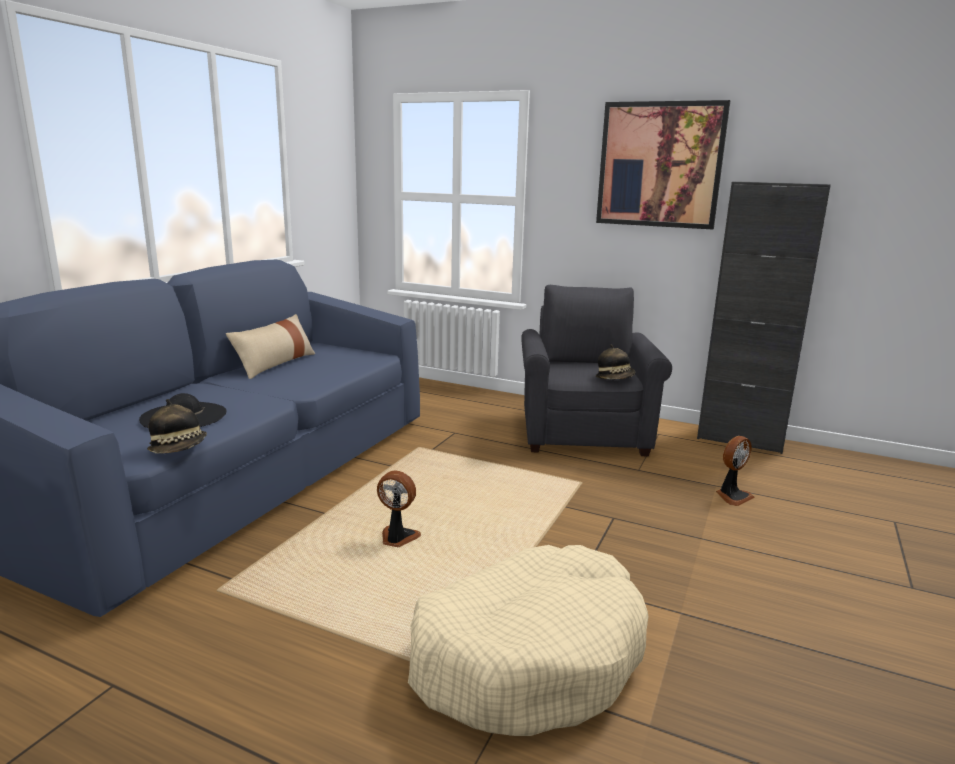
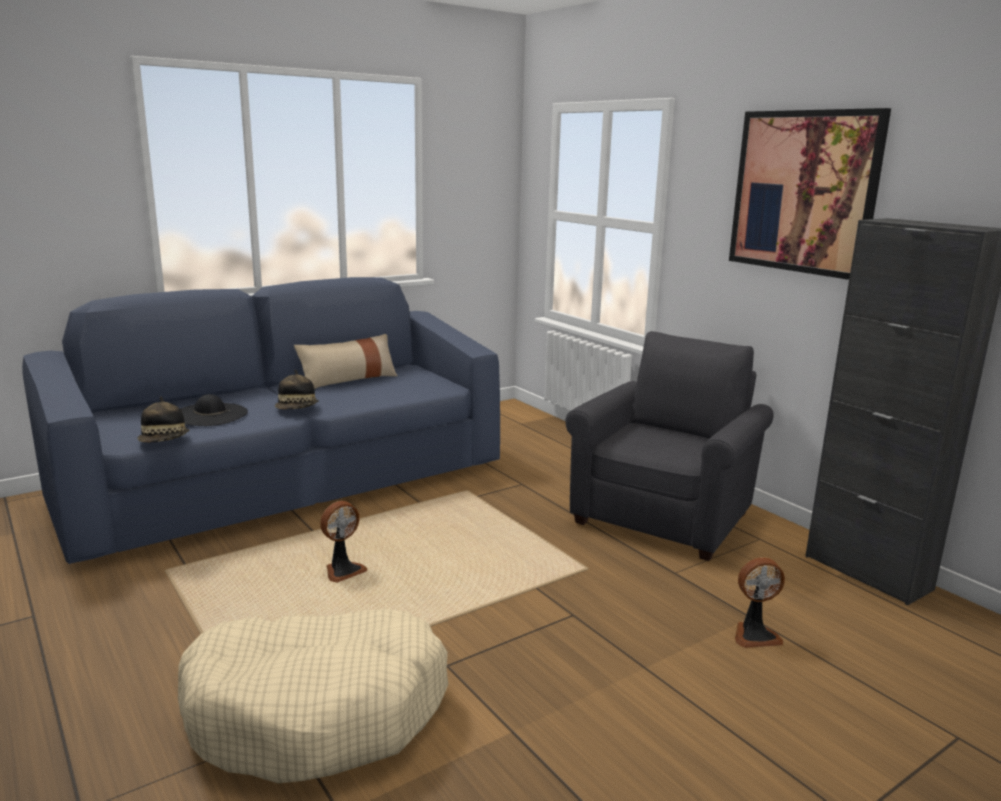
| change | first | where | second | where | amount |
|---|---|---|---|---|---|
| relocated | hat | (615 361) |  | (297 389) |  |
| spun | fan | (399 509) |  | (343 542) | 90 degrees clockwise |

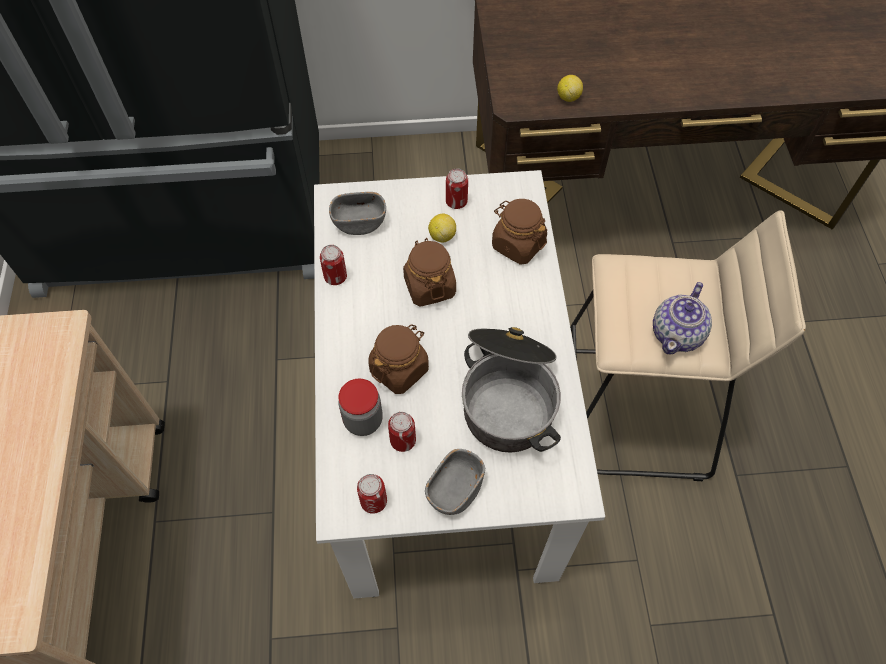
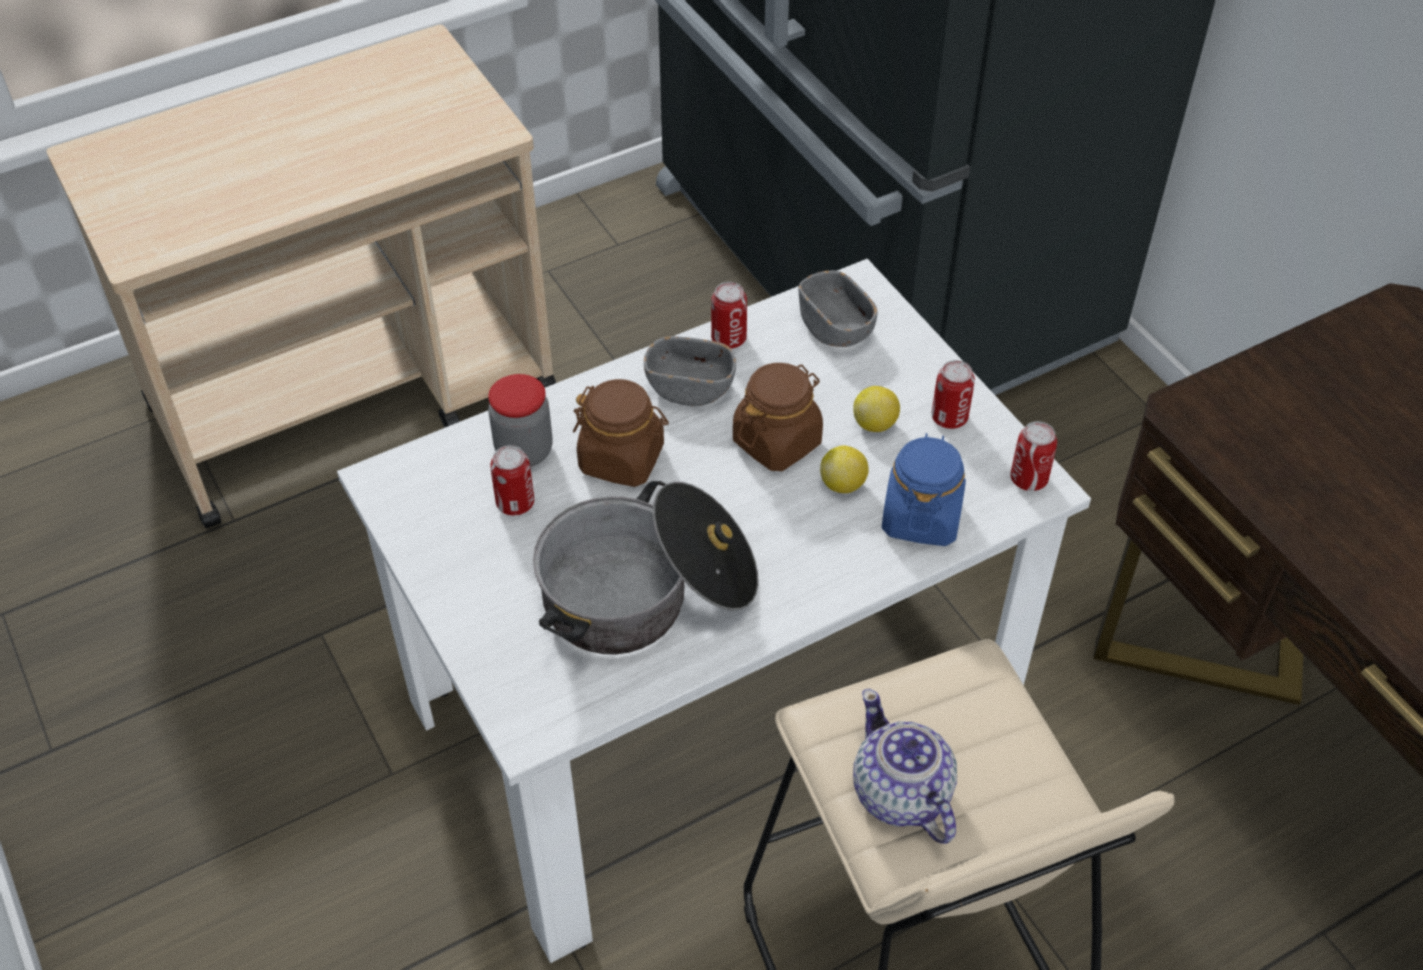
| change | first | where | second | where | amount |
|---|---|---|---|---|---|
| relocated | grey bowl | (455 482) |  | (690 371) |  |
| relocated | lemon | (570 88) |  | (844 469) |  |
| spun | teapot | (682 318) |  | (905 766) | 60 degrees clockwise |
| colour | brown jar | (519 232) | blue jar | (924 489) |  |
| relocated | can | (372 494) |  | (1033 456) |  |

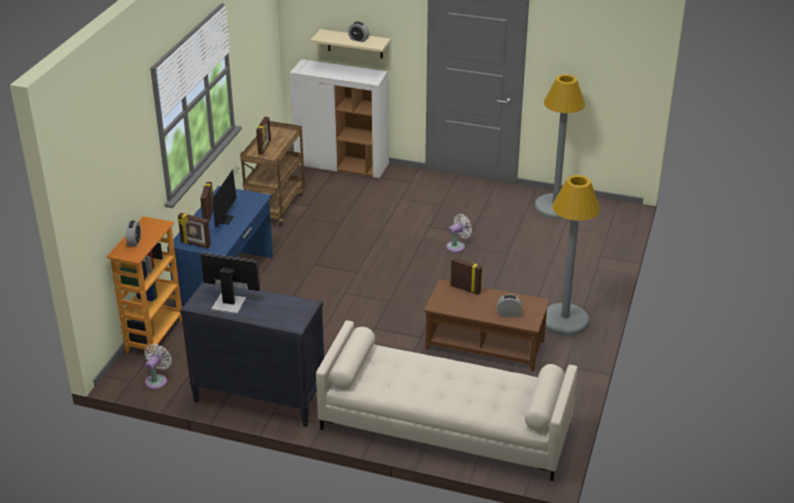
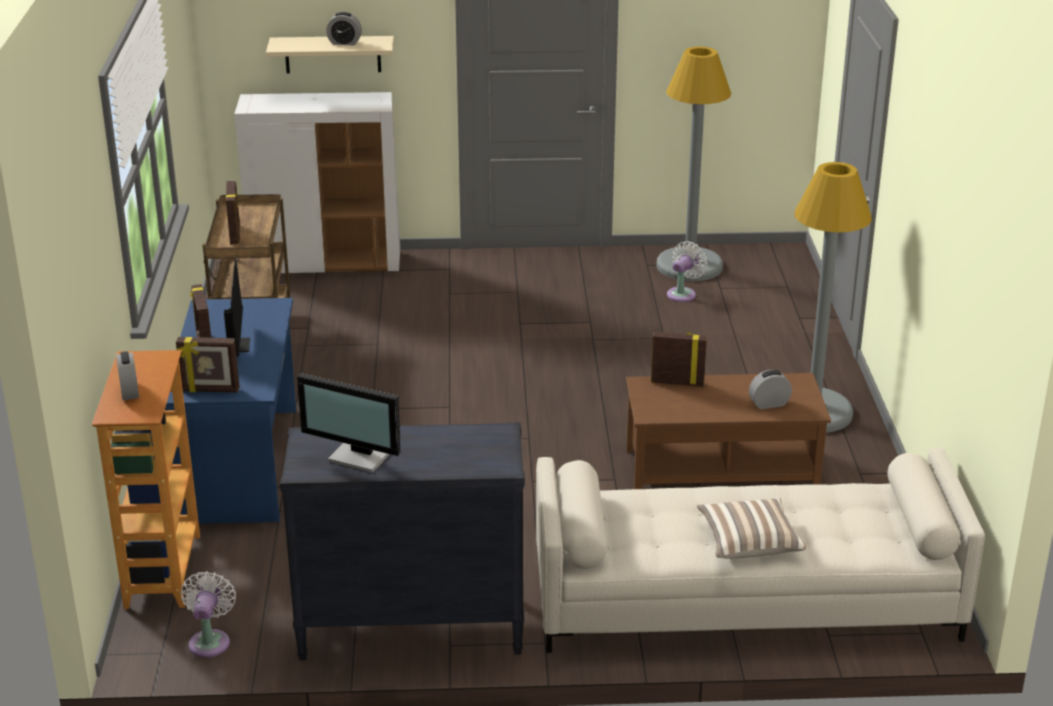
| change | first | where | second | where | amount |
|---|---|---|---|---|---|
| spun | monitor | (230 283) |  | (349 423) | 150 degrees counterclockwise |
| relocated | white fan | (459 233) |  | (687 271) |  |
| appeared |  |  | pillow | (751 528) |  |

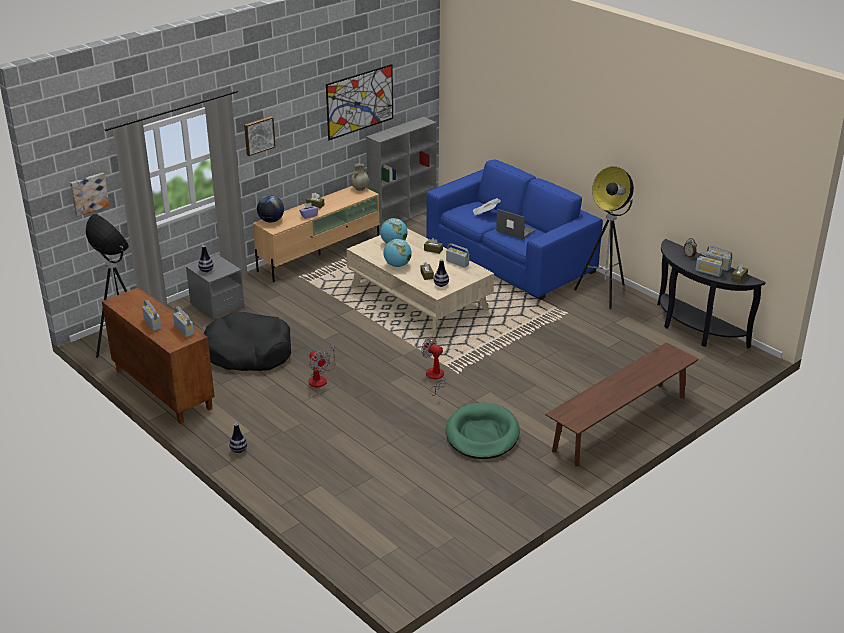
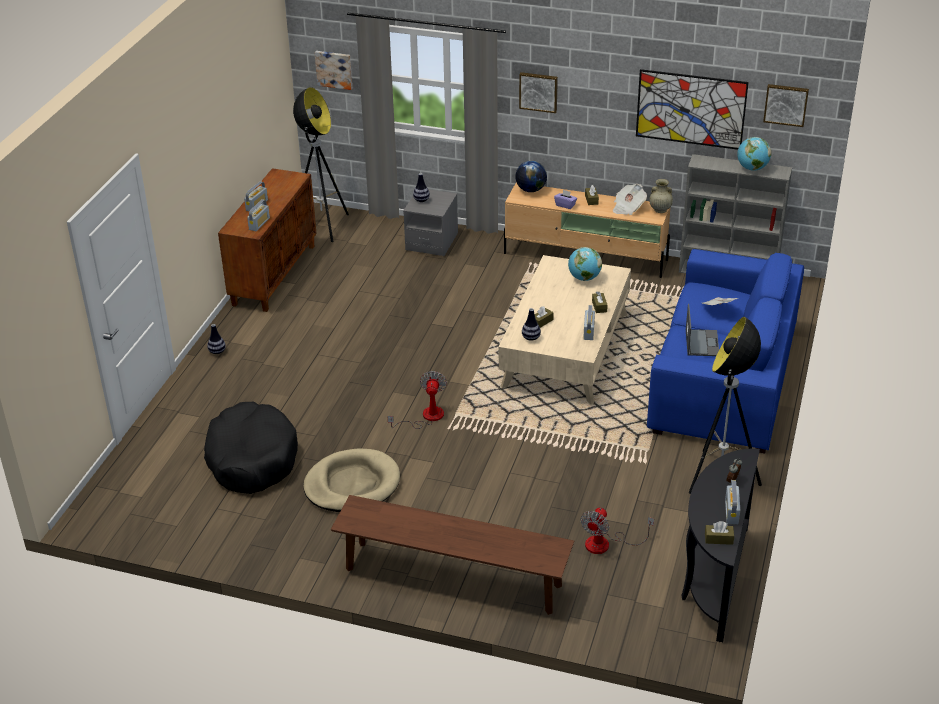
| change | first | where | second | where | amount |
|---|---|---|---|---|---|
| relocated | black dog bed | (247 341) |  | (251 448) |  |
| colour | green dog bed | (483 430) | beige dog bed | (352 480) |  |
| relocated | fan | (322 365) |  | (617 530) |  |
| appeared |  |  | newspaper | (630 199) |  |
| relocated | globe | (397 253) |  | (754 154) |  |
| appeared |  |  | picture | (786 105) |  |
| missing | radio | (710 264) |  |  |  |

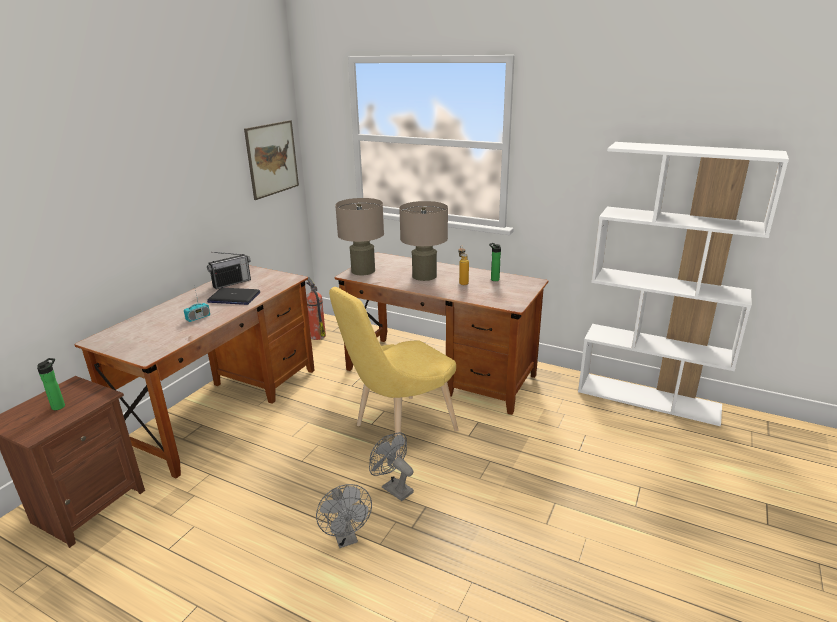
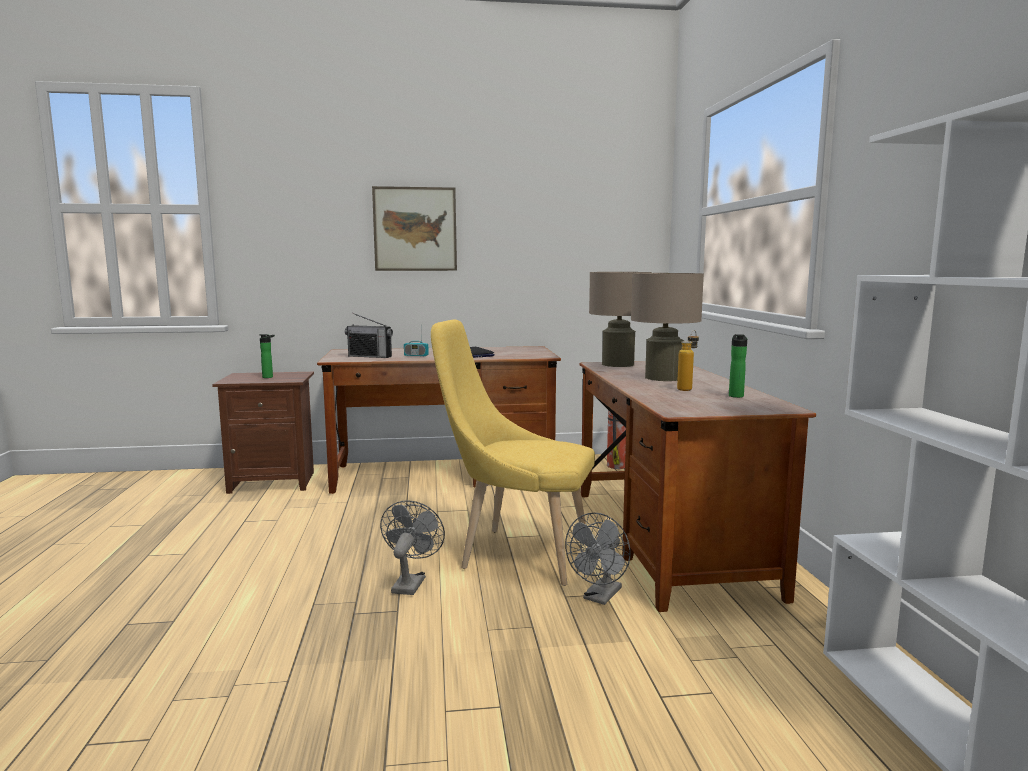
| change | first | where | second | where | amount |
|---|---|---|---|---|---|
| relocated | radio | (229 270) |  | (369 335) |  |
| relocated | picture | (271 160) |  | (414 228) |  |
| relocated | grey fan | (344 516) |  | (598 559) |  |

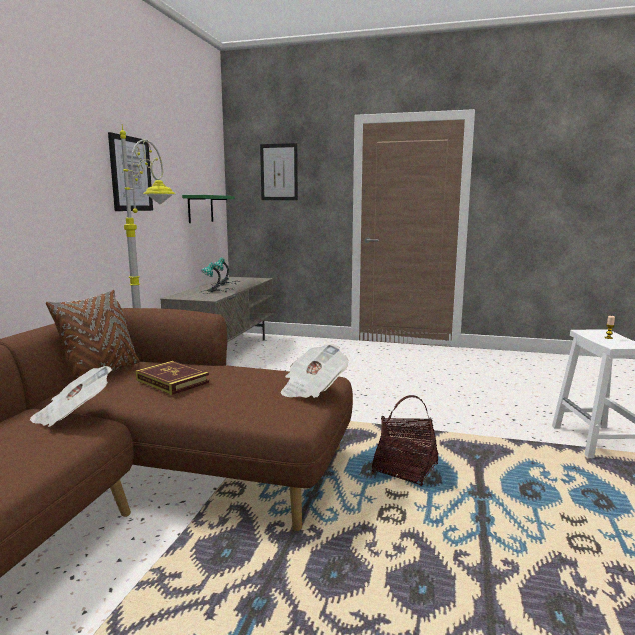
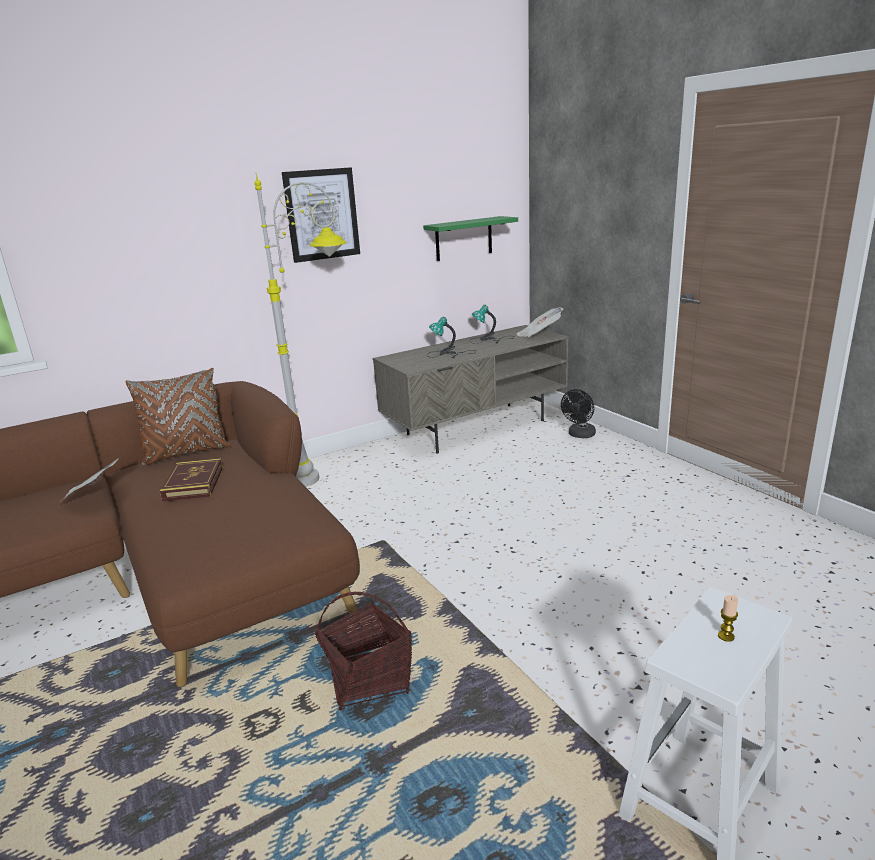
| change | first | where | second | where | amount |
|---|---|---|---|---|---|
| relocated | newspaper | (314 371) |  | (540 322) |  |
| appeared |  |  | black fan | (578 413) |  |
| missing | picture | (279 171) |  |  |  |

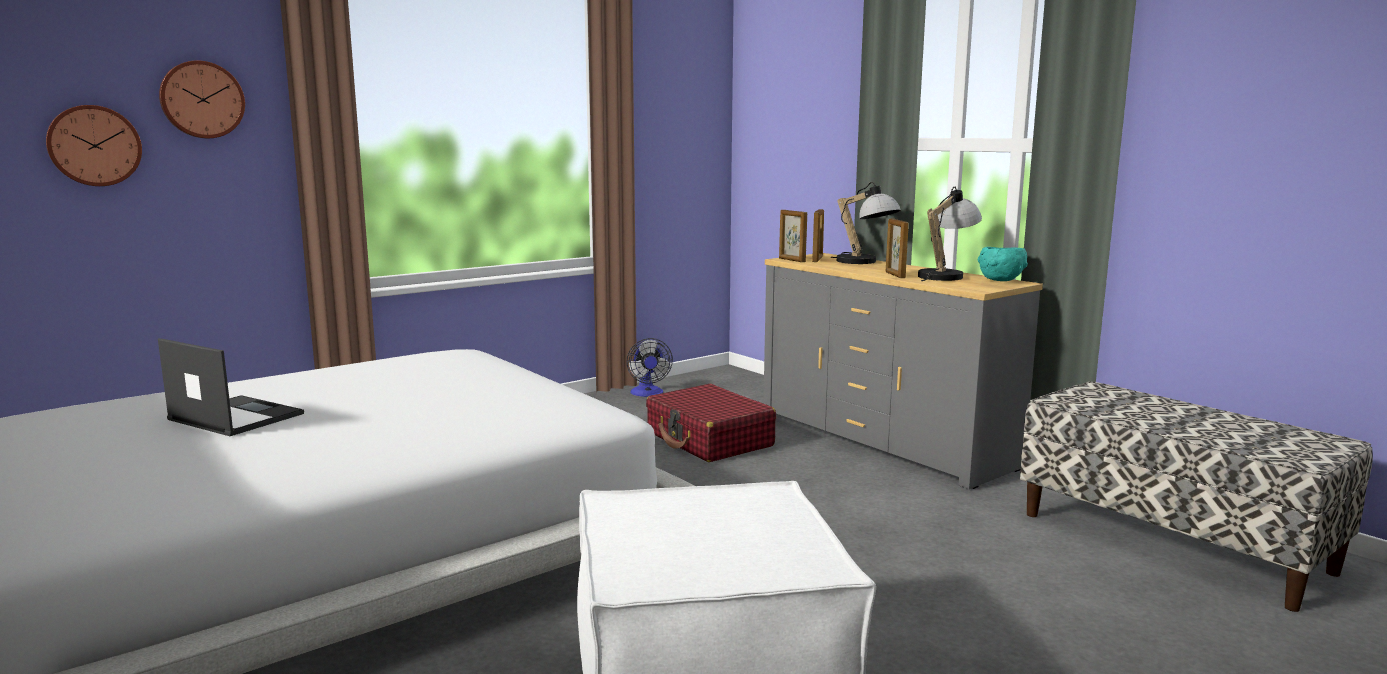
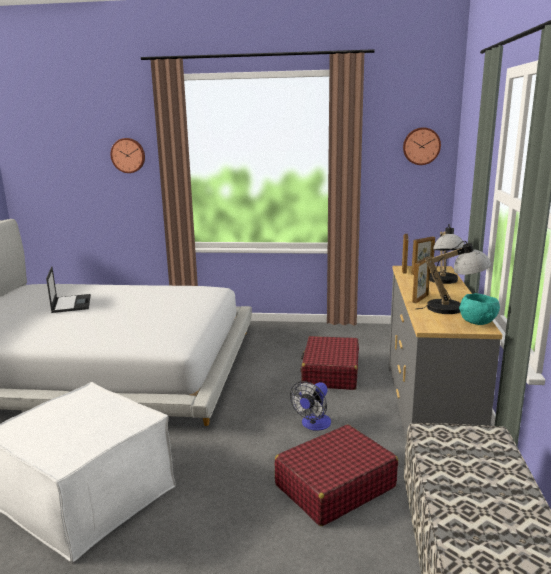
| change | first | where | second | where | amount |
|---|---|---|---|---|---|
| appeared |  |  | red suitcase | (336 475) |  |
| relocated | fan | (649 367) |  | (310 406) |  |
| relocated | wall clock | (94 145) |  | (422 146) |  |

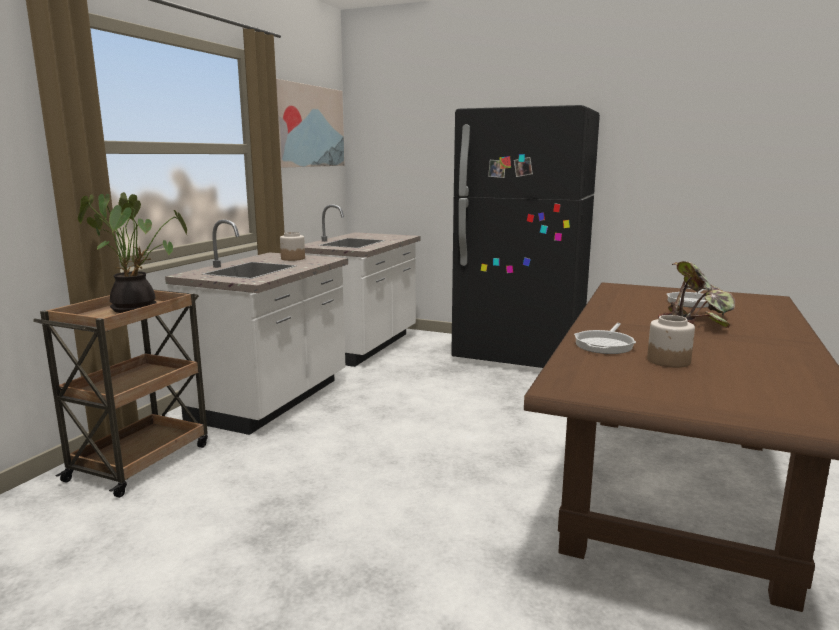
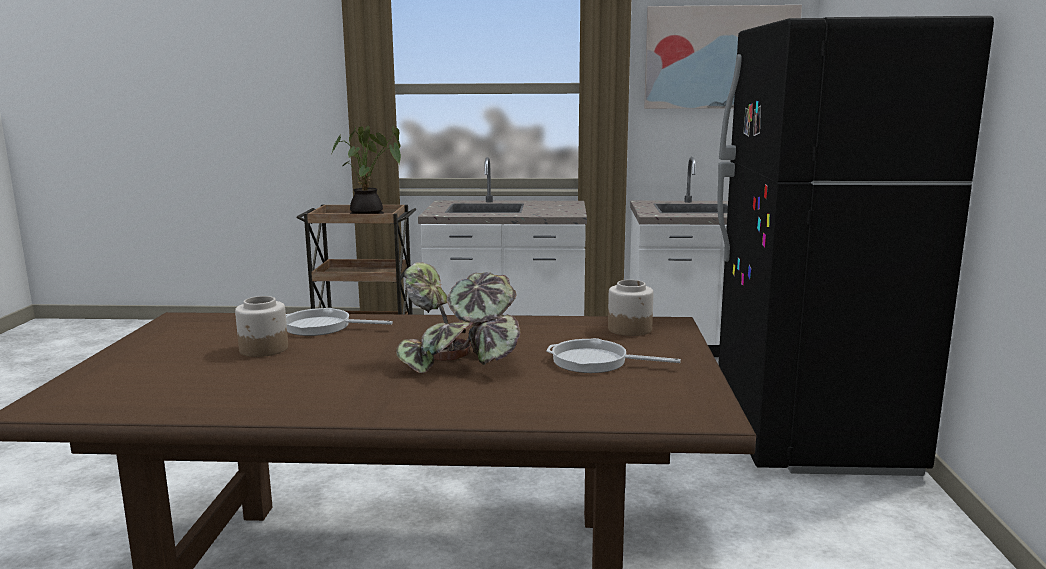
| change | first | where | second | where | amount |
|---|---|---|---|---|---|
| relocated | jar | (292 246) |  | (630 308) |  |

